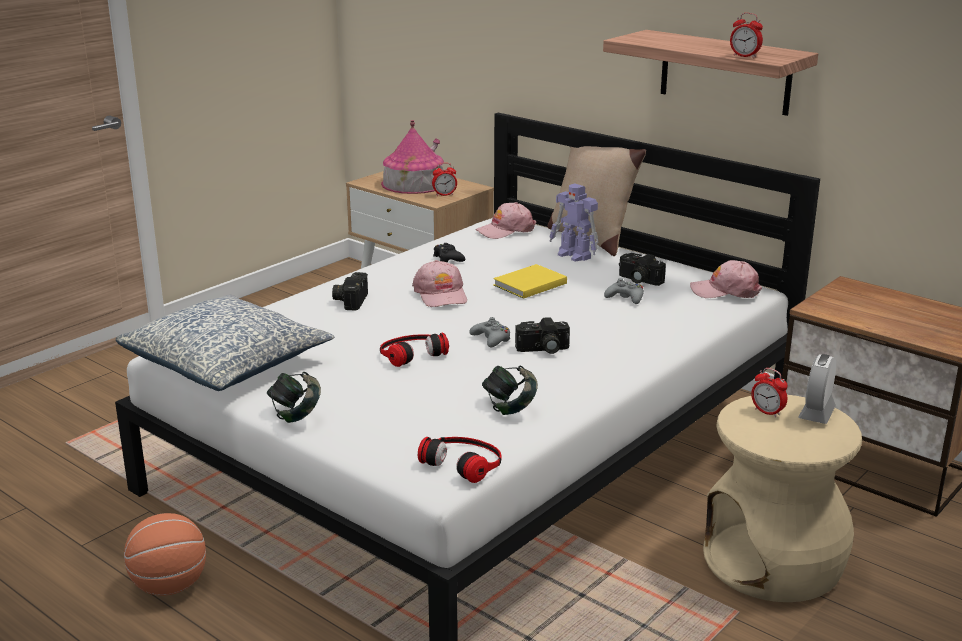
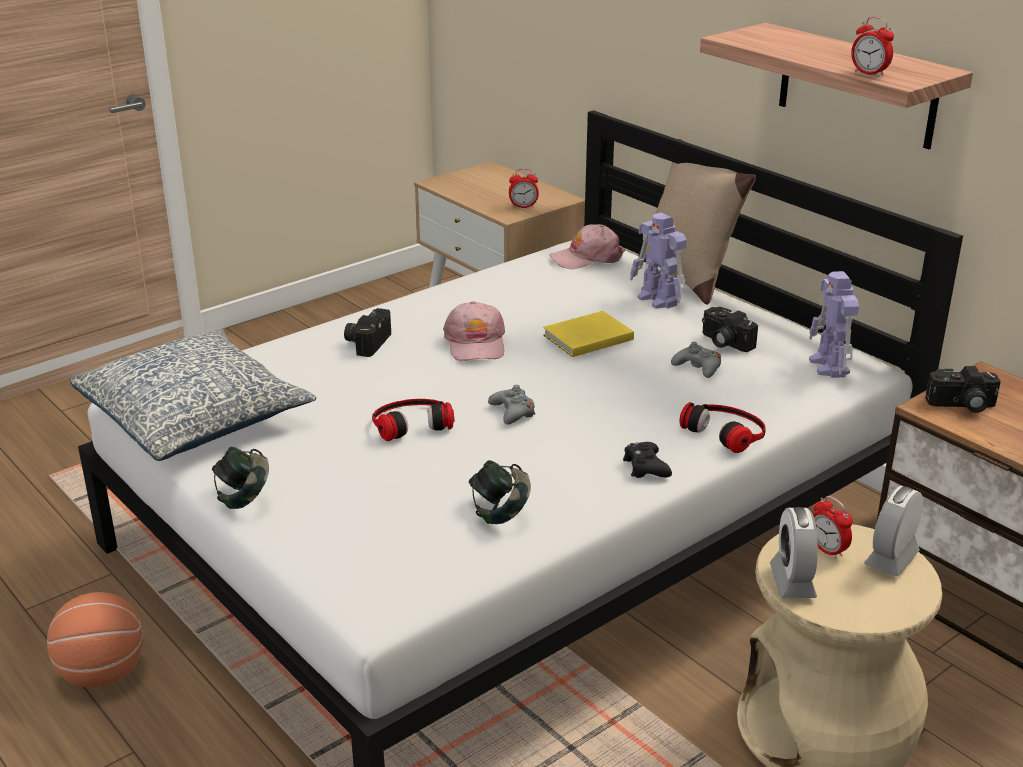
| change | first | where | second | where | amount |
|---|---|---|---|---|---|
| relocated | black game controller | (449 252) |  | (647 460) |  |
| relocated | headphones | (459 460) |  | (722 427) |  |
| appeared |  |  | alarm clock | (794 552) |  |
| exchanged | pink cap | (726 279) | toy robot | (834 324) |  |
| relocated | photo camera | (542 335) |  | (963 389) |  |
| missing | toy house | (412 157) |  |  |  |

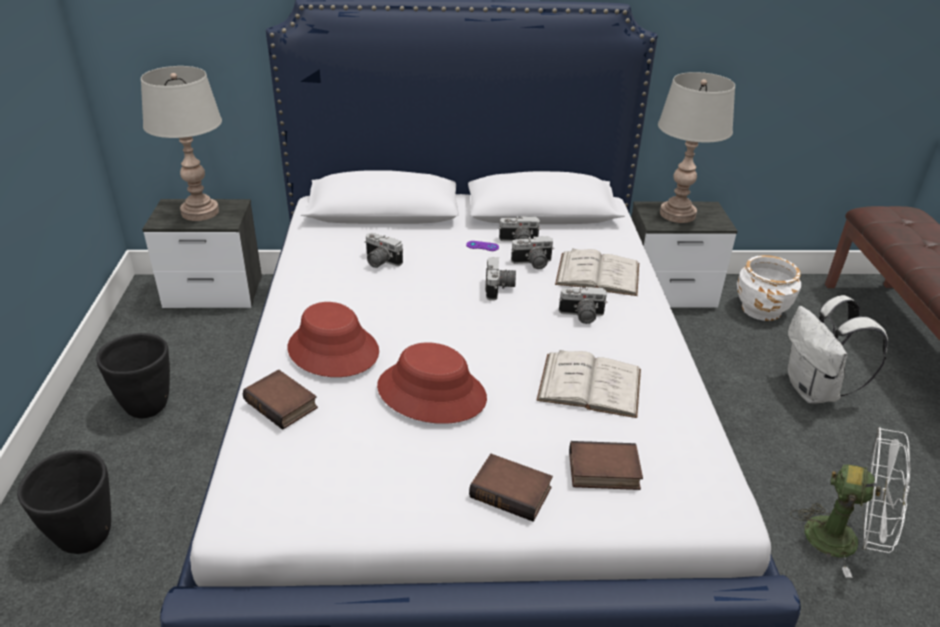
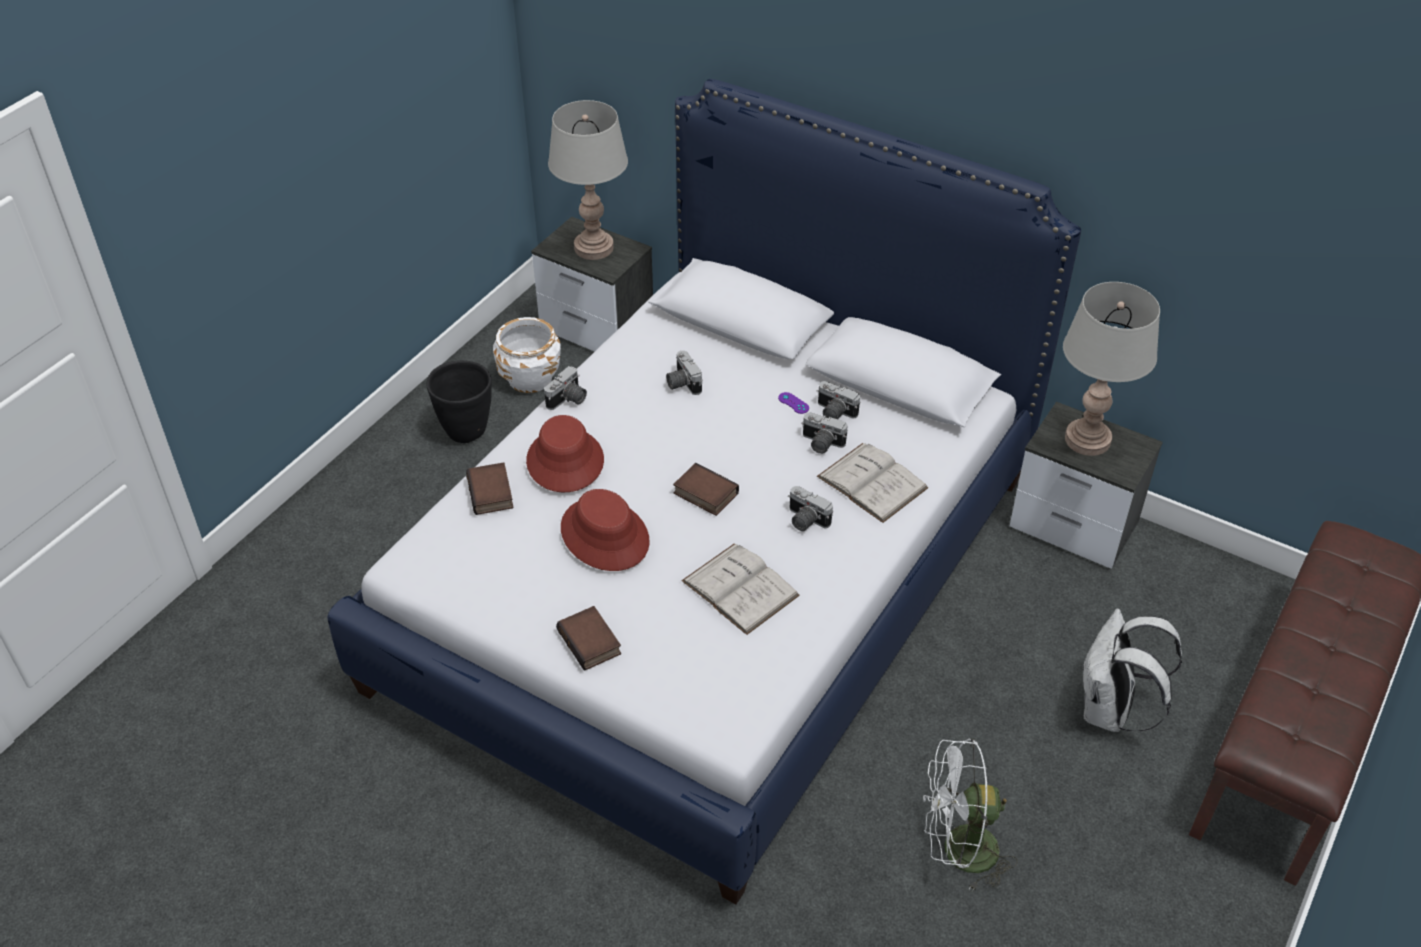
| change | first | where | second | where | amount |
|---|---|---|---|---|---|
| relocated | white planter | (769 288) |  | (527 355) |  |
| relocated | photo camera | (500 279) |  | (565 388) |  |
| relocated | book | (606 465) |  | (706 489) |  |
| spun | white fan | (850 502) |  | (970 815) | 120 degrees clockwise |
| missing | black planter | (64 502) |  |  |  |

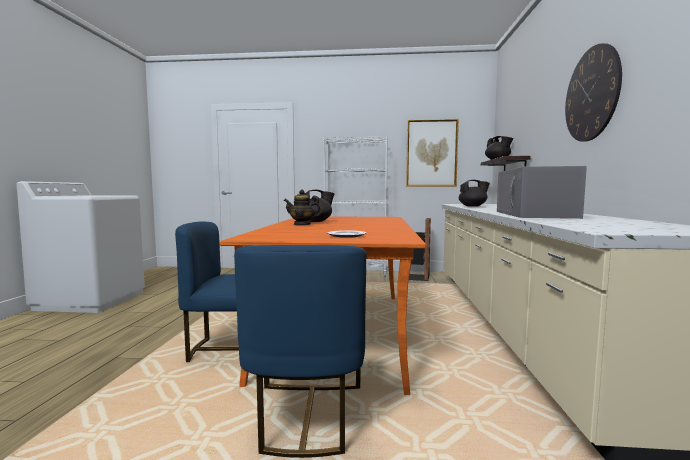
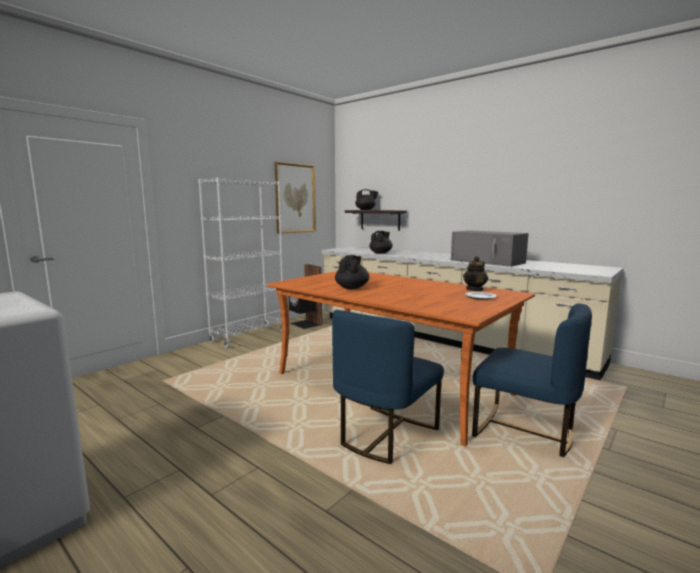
| change | first | where | second | where | amount |
|---|---|---|---|---|---|
| relocated | teapot | (303 208) |  | (475 273) |  |
| missing | wall clock | (593 92) |  |  |  |

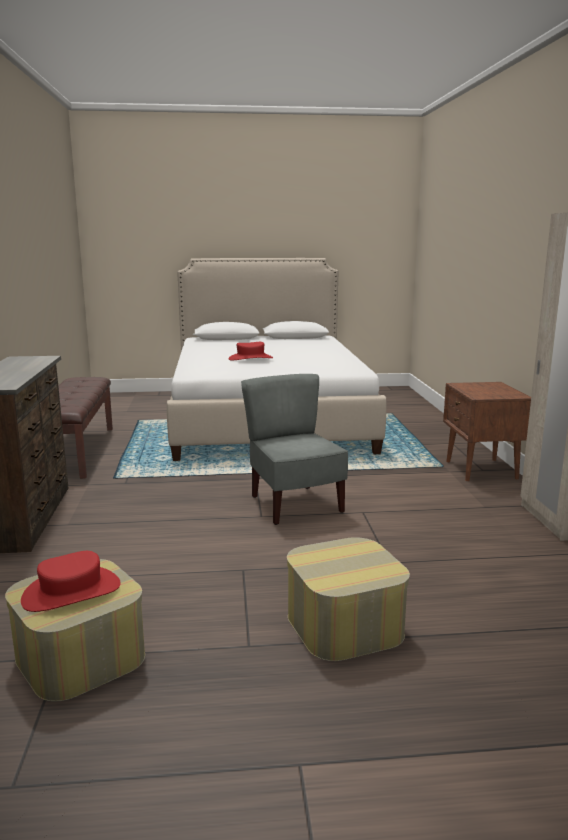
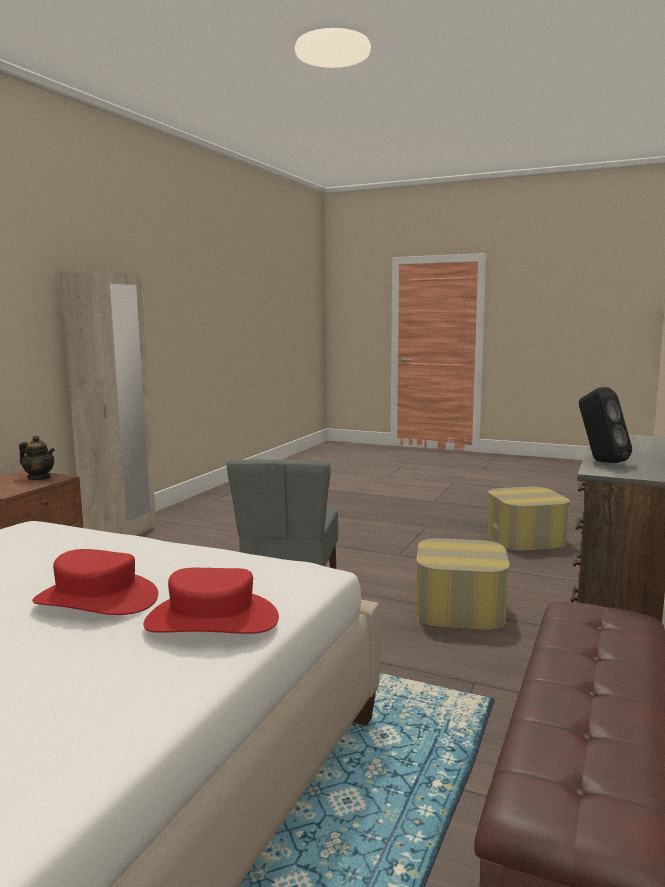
| change | first | where | second | where | amount |
|---|---|---|---|---|---|
| appeared |  |  | teapot | (37 457) |  |
| relocated | red hat | (71 581) |  | (211 601) |  |
| relocated | ottoman | (348 599) |  | (463 583) |  |
| appeared |  |  | black speaker | (605 425) |  |

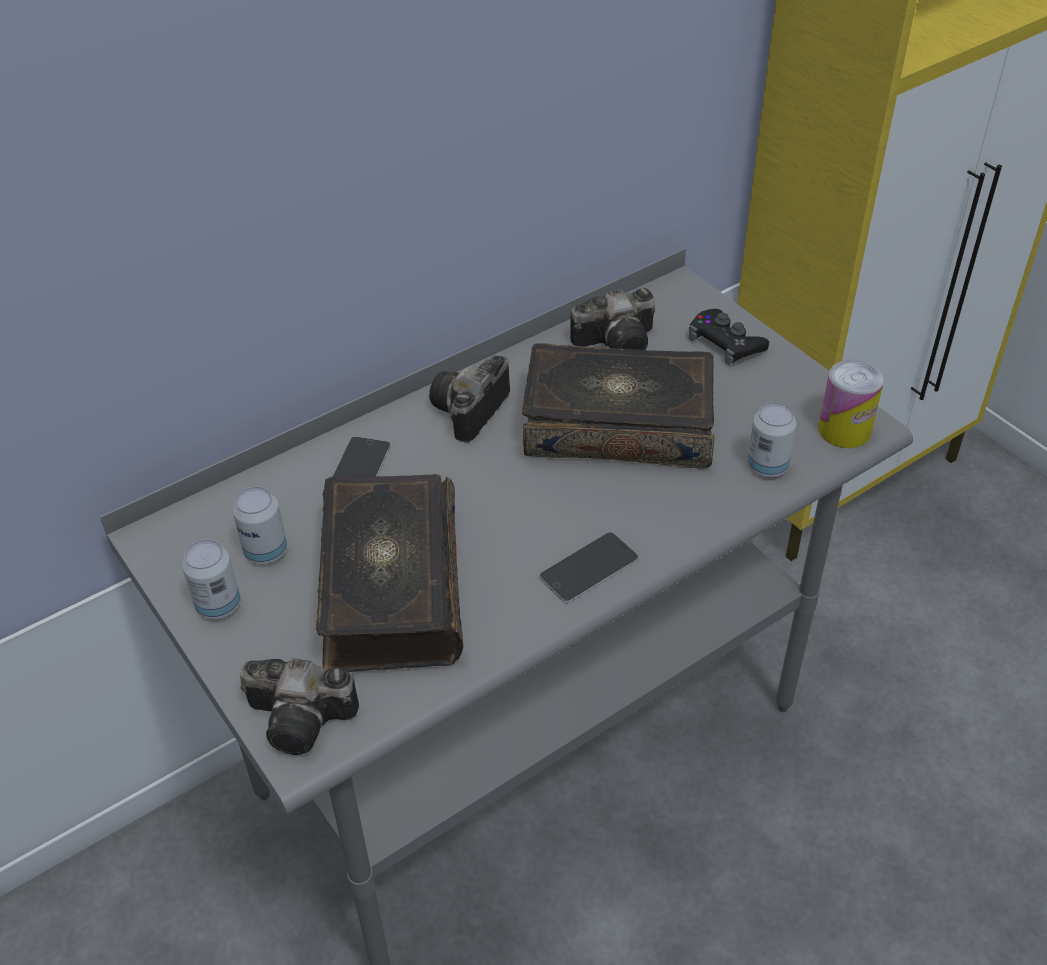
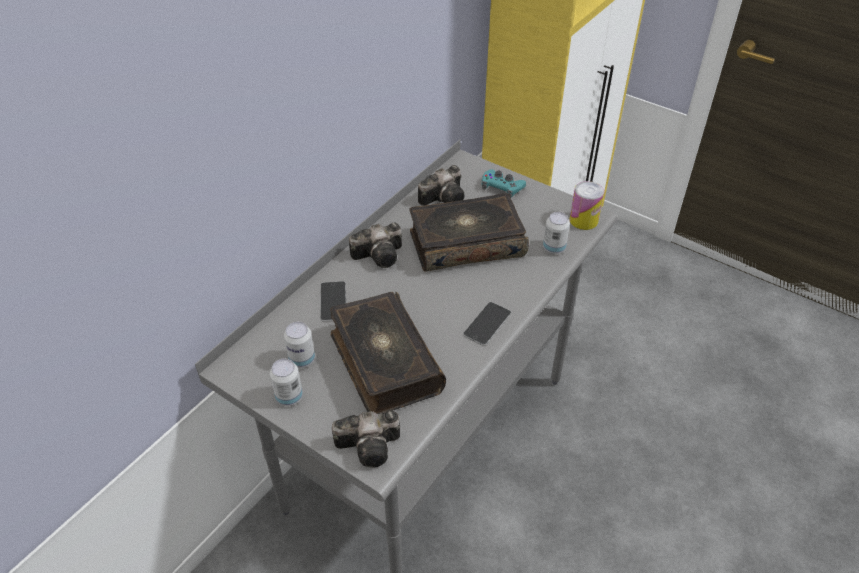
| change | first | where | second | where | amount |
|---|---|---|---|---|---|
| spun | photo camera | (469 399) |  | (375 245) | 120 degrees counterclockwise |
| colour | black game controller | (729 337) | turquoise game controller | (504 183) |  |

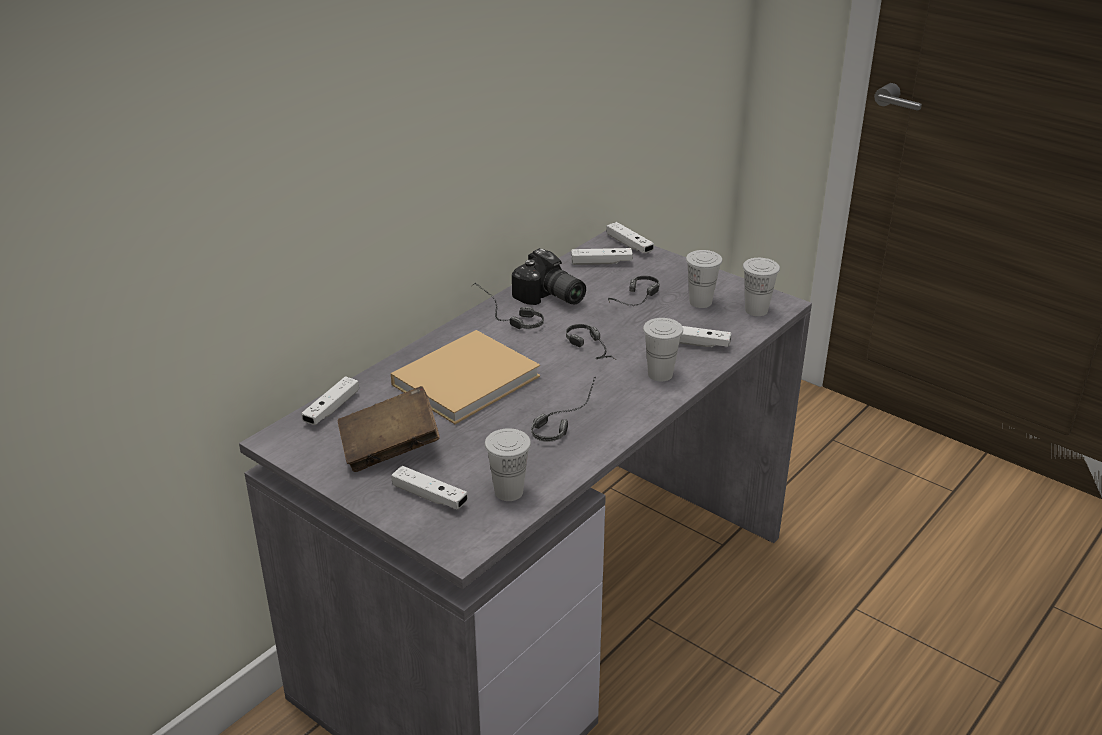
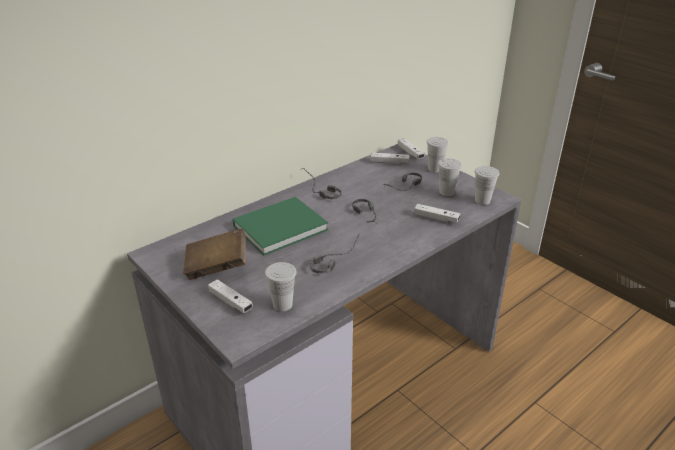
| change | first | where | second | where | amount |
|---|---|---|---|---|---|
| colour | beige book | (465 377) | green book | (280 226) |  |
| relocated | white cup | (663 350) |  | (438 155) |  |
| missing | white game controller | (330 400) |  |  |  |
| missing | photo camera | (549 276) |  |  |  |

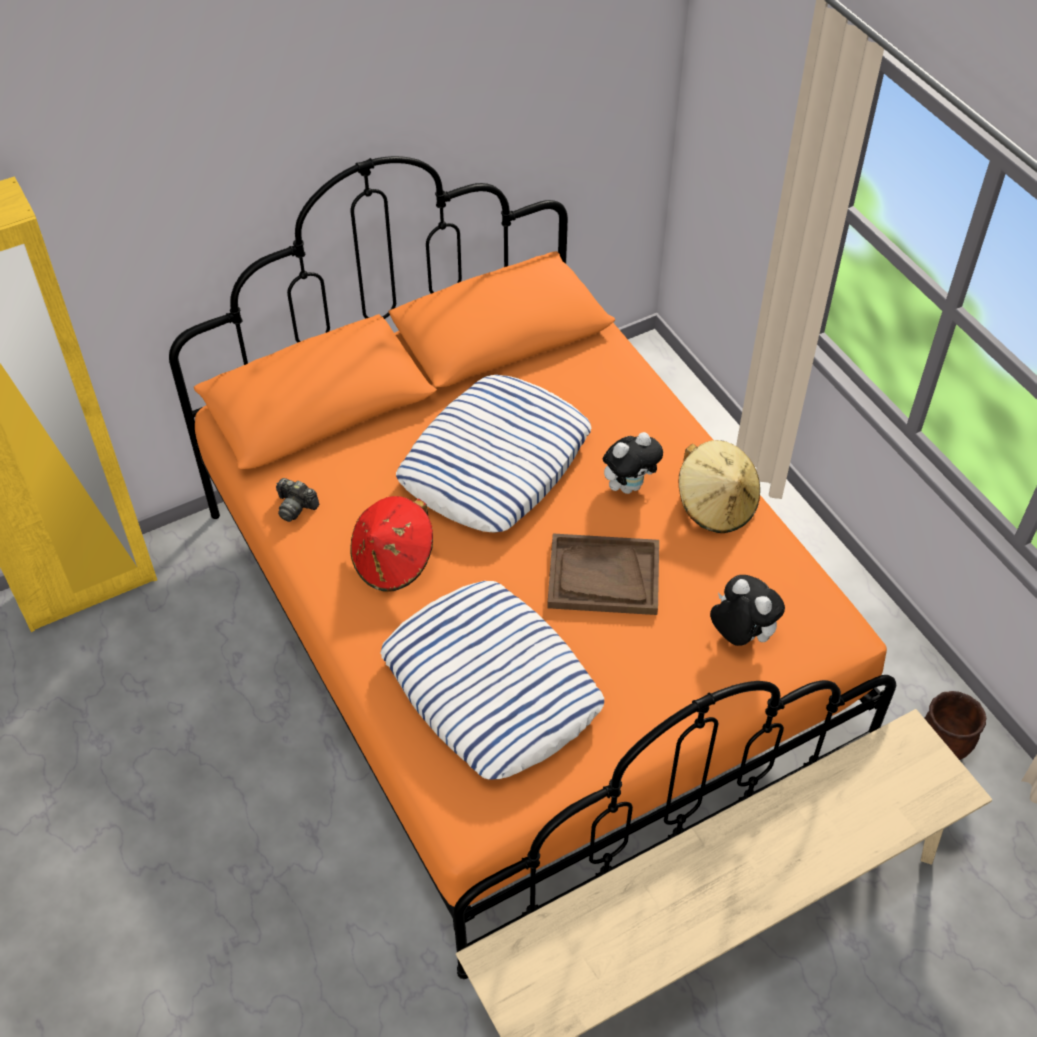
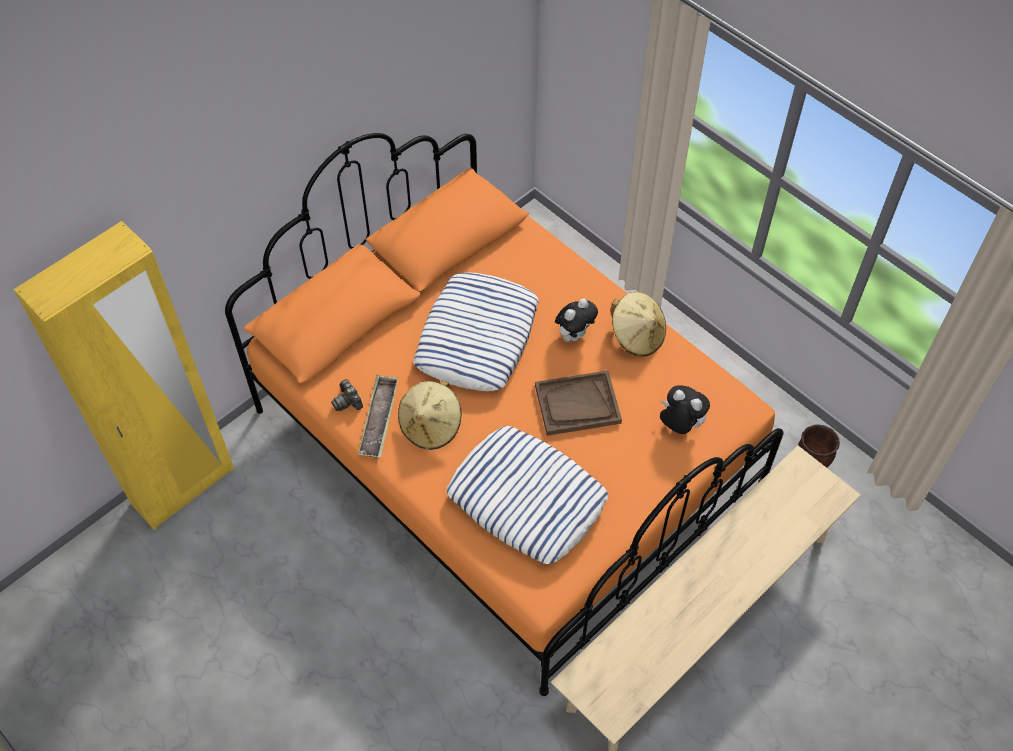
| change | first | where | second | where | amount |
|---|---|---|---|---|---|
| spun | photo camera | (297 500) |  | (347 395) | 45 degrees clockwise |
| appeared |  |  | tray | (378 416) |  |
| colour | red hat | (392 544) | beige hat | (430 415) |  |

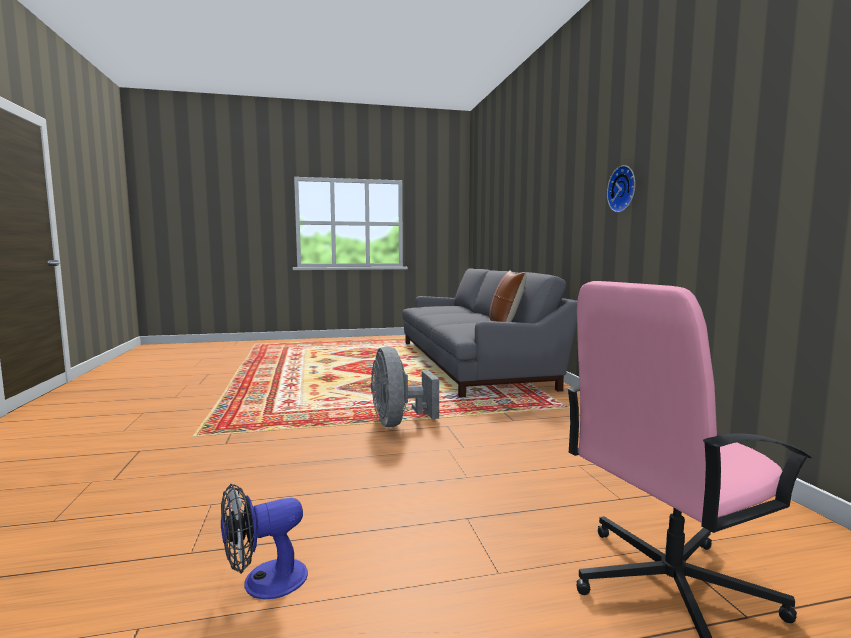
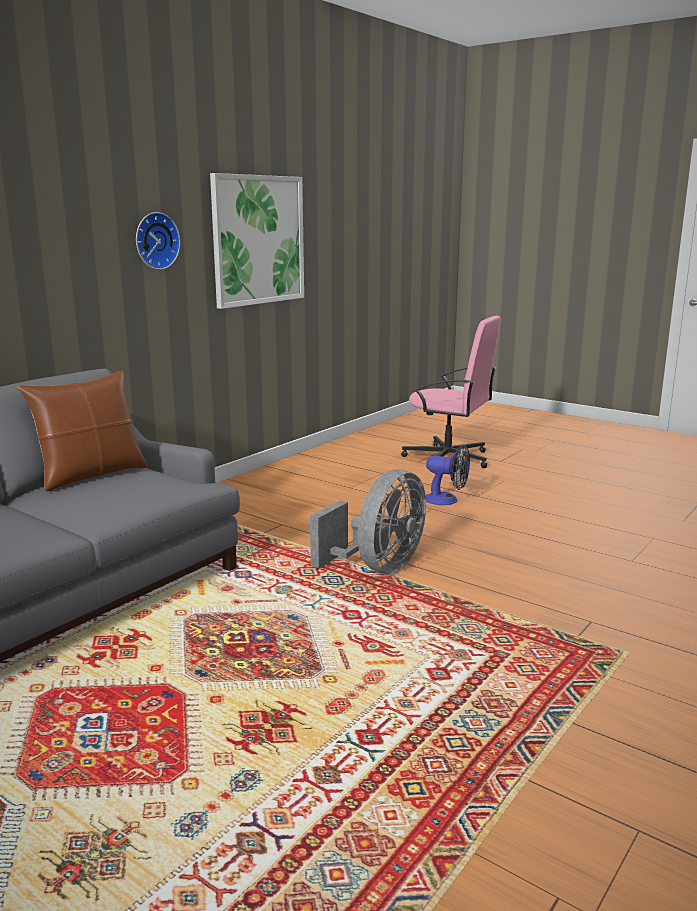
| change | first | where | second | where | amount |
|---|---|---|---|---|---|
| appeared |  |  | picture | (257 241) |  |
| relocated | fan | (264 541) |  | (448 475) |  |

